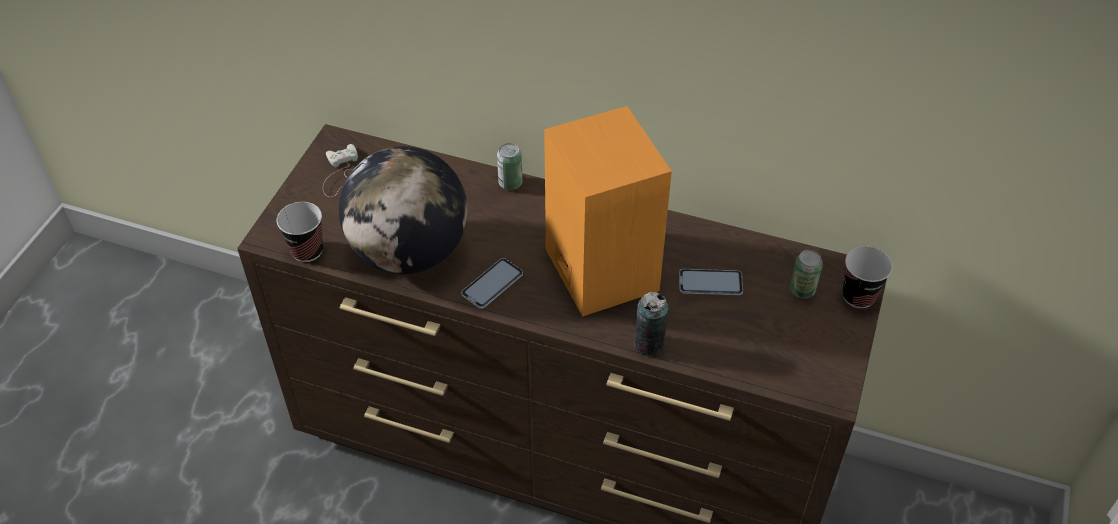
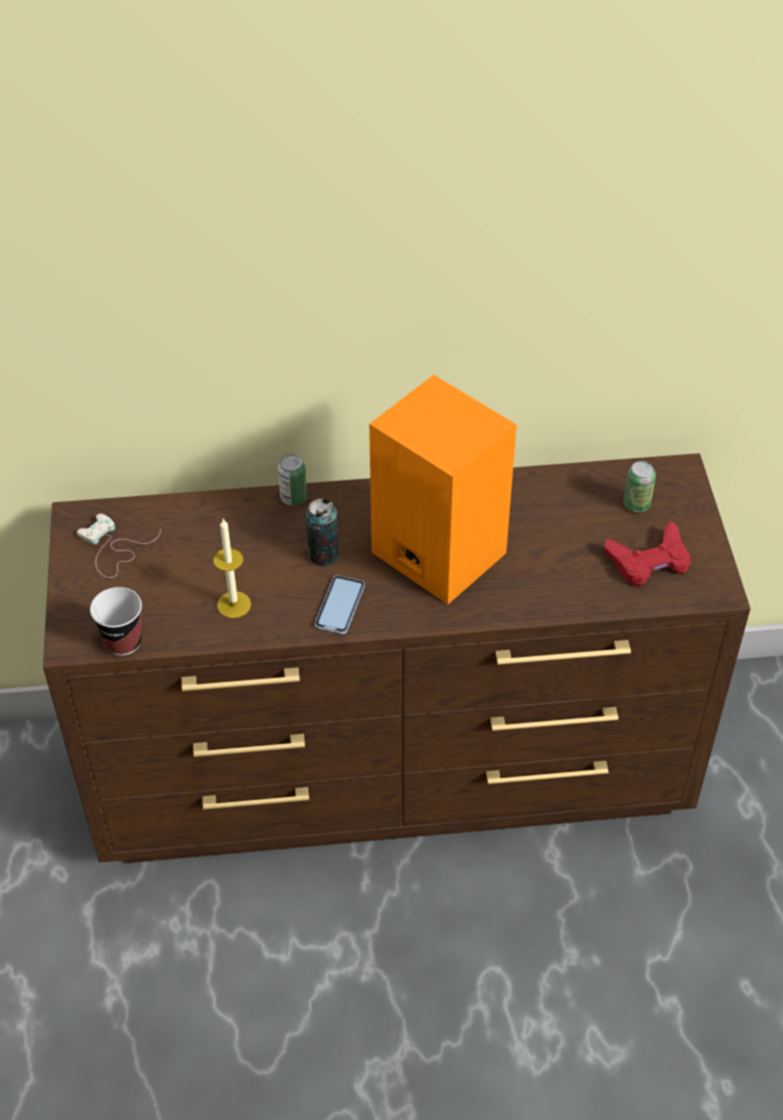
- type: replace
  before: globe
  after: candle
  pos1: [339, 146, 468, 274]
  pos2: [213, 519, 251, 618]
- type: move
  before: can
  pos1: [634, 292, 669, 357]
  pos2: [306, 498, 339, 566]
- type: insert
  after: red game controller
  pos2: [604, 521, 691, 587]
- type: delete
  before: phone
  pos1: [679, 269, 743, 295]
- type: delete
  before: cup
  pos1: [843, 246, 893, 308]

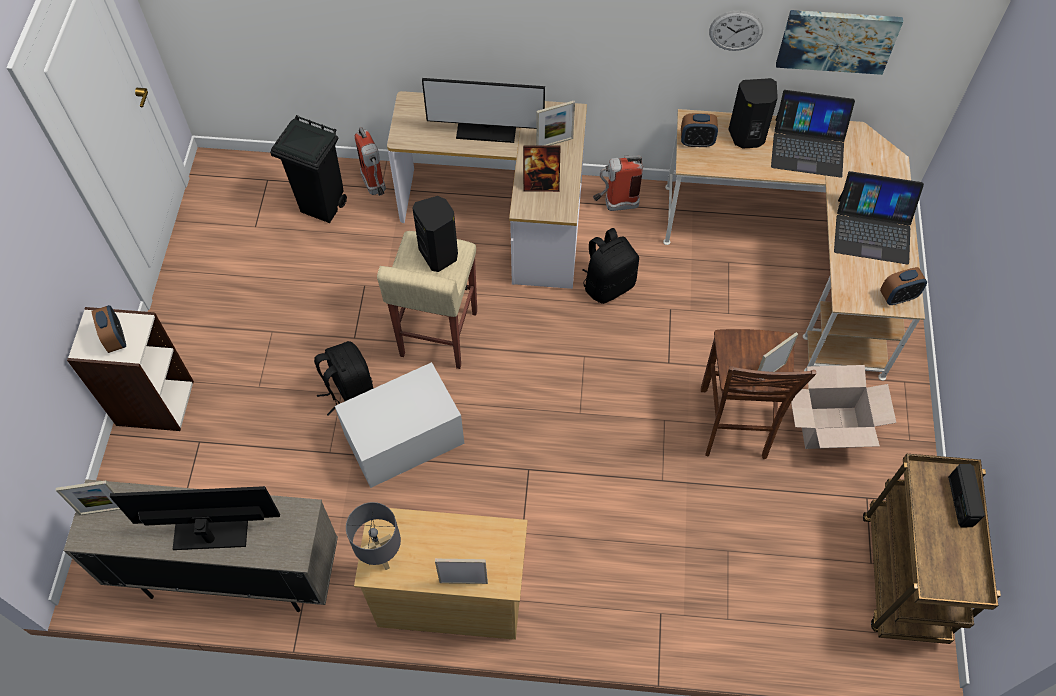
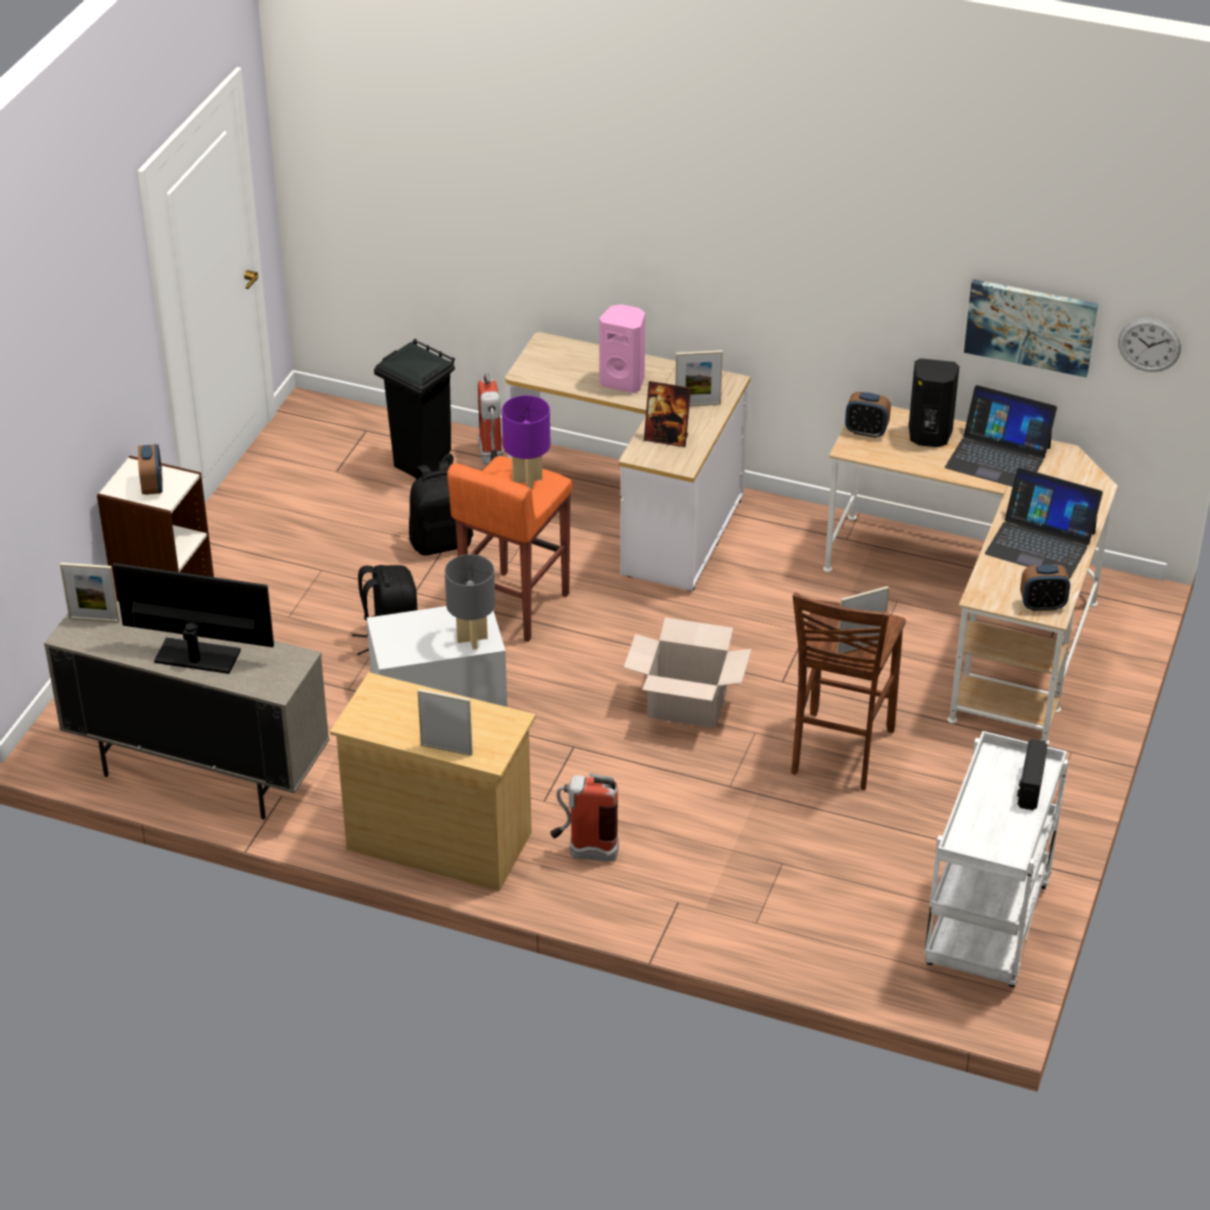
- type: move
  before: black backpack
  pos1: [582, 228, 639, 304]
  pos2: [409, 461, 473, 556]
- type: move
  before: grey table lamp
  pos1: [346, 502, 401, 570]
  pos2: [445, 554, 495, 649]
- type: recolor
  before: beige stool
  after: orange stool
  pos1: [377, 231, 477, 369]
  pos2: [447, 456, 573, 642]
- type: replace
  before: black speaker
  after: purple table lamp
  pos1: [413, 196, 458, 272]
  pos2: [502, 395, 550, 489]
- type: move
  before: fire extinguisher
  pos1: [593, 155, 643, 211]
  pos2: [550, 773, 619, 862]
- type: replace
  before: monitor
  after: pink speaker
  pos1: [422, 78, 545, 143]
  pos2: [599, 304, 645, 393]
- type: move
  before: cardboard box
  pos1: [791, 365, 896, 449]
  pos2: [624, 617, 752, 728]
- type: recolor
  before: brown cart
  after: white cart
  pos1: [863, 454, 1001, 644]
  pos2: [924, 731, 1068, 987]
- type: move
  before: wall clock
  pos1: [709, 11, 763, 51]
  pos2: [1118, 318, 1181, 372]

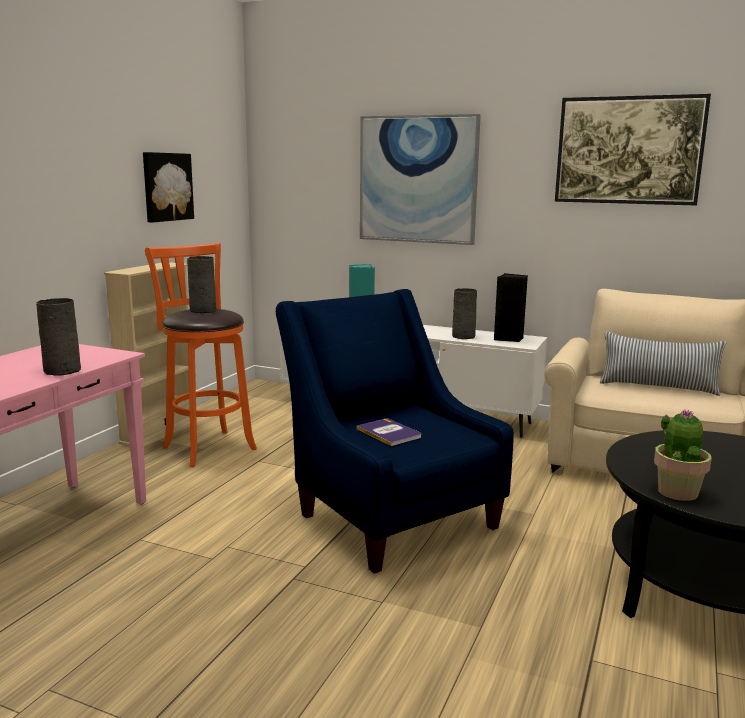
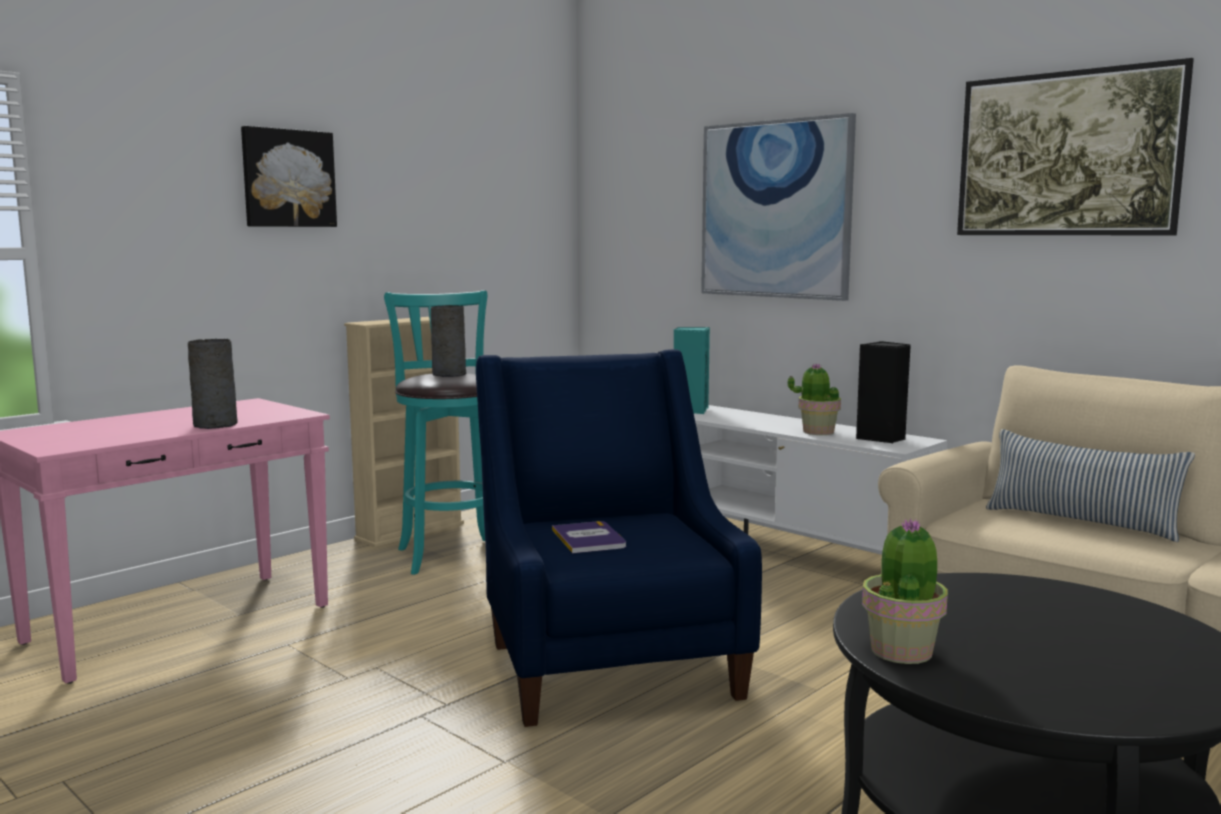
- type: move
  before: picture
  pos1: [143, 152, 194, 223]
  pos2: [241, 126, 337, 227]
- type: recolor
  before: orange stool
  after: turquoise stool
  pos1: [145, 243, 257, 467]
  pos2: [384, 290, 488, 575]
- type: replace
  before: grey vase
  after: potted plant
  pos1: [452, 288, 477, 339]
  pos2: [788, 364, 841, 435]

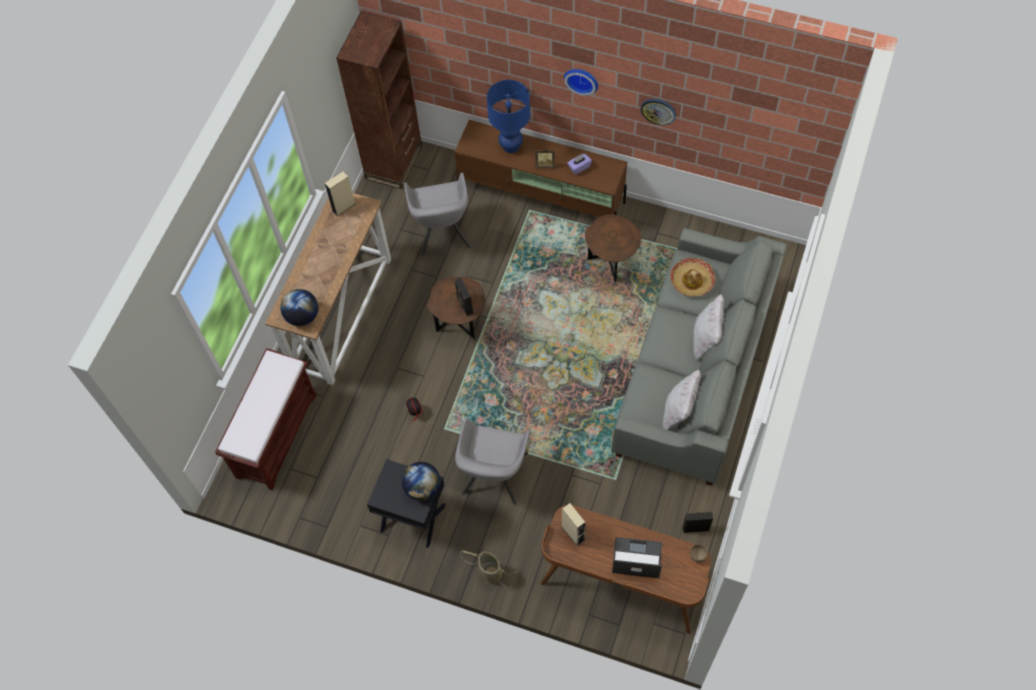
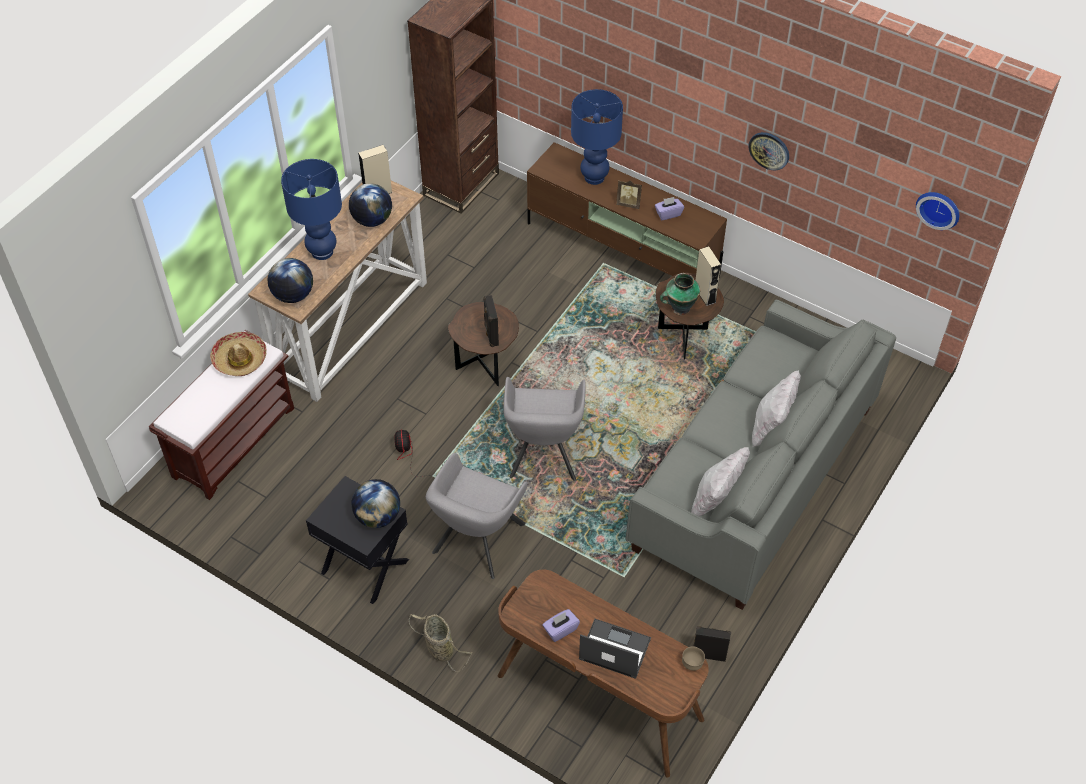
- type: move
  before: hat
  pos1: [670, 258, 715, 297]
  pos2: [210, 332, 266, 376]
- type: insert
  after: blue table lamp
  pos2: [281, 159, 342, 260]
- type: insert
  after: globe
  pos2: [349, 183, 392, 227]
- type: move
  before: grey armchair
  pos1: [404, 173, 471, 257]
  pos2: [503, 377, 586, 481]
- type: insert
  after: purple tissue box
  pos2: [542, 609, 580, 642]
- type: insert
  after: vase
  pos2: [660, 273, 700, 315]
- type: move
  before: beige speaker
  pos1: [561, 503, 586, 546]
  pos2: [695, 246, 721, 306]
- type: move
  before: wall clock
  pos1: [564, 69, 598, 96]
  pos2: [916, 192, 959, 230]

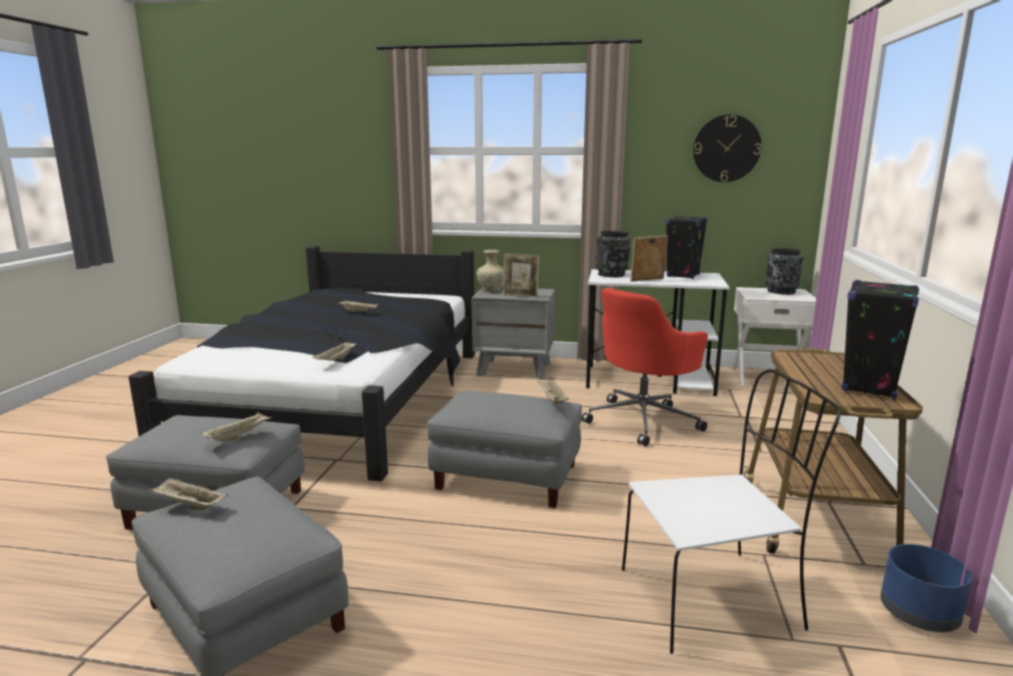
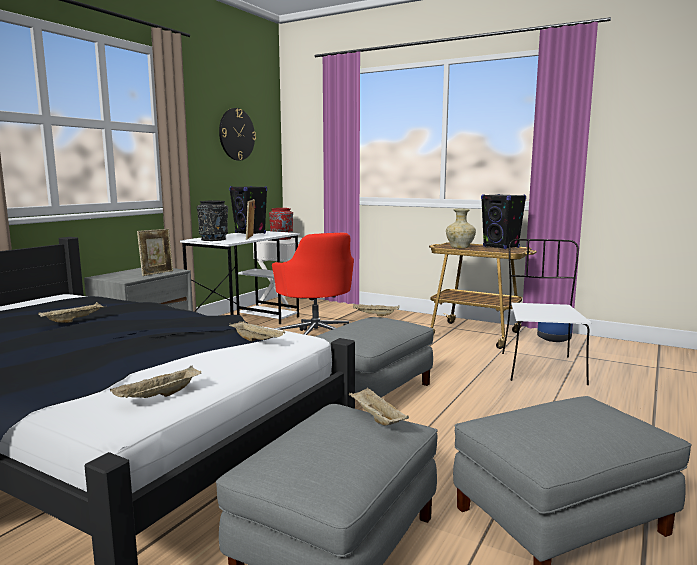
- type: move
  before: beige tray
  pos1: [150, 477, 228, 510]
  pos2: [110, 365, 201, 398]
- type: recolor
  before: black vase
  after: red vase
  pos1: [765, 248, 804, 295]
  pos2: [269, 208, 293, 240]
- type: move
  before: beige vase
  pos1: [476, 250, 504, 292]
  pos2: [446, 209, 476, 249]

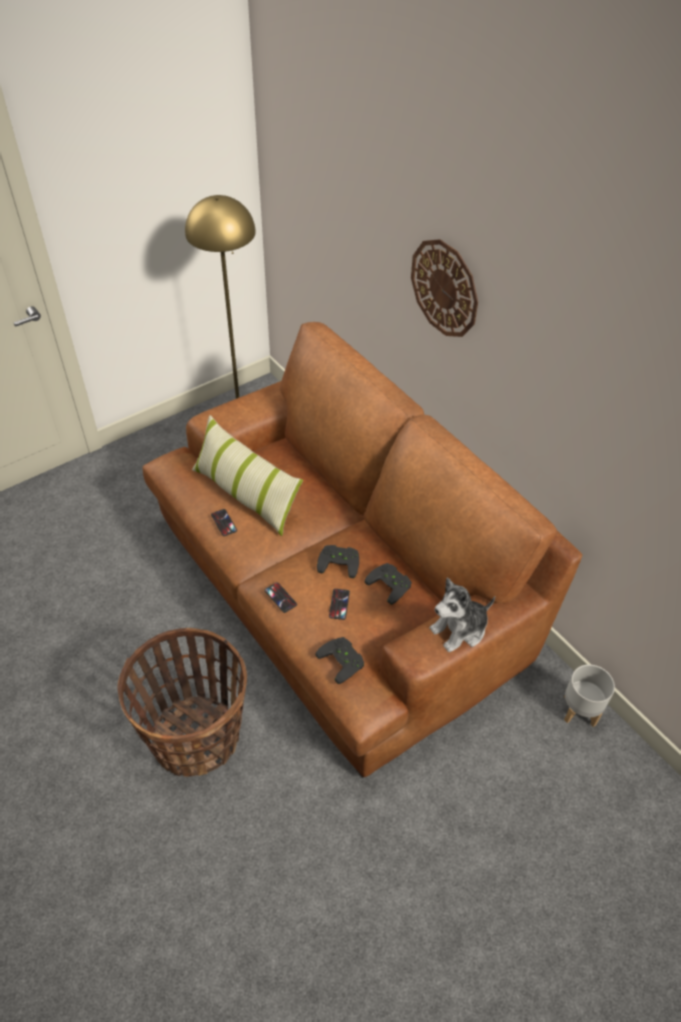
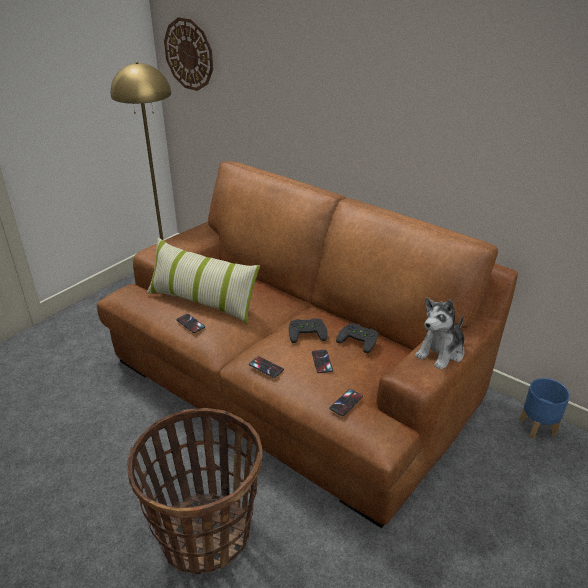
- type: move
  before: wall clock
  pos1: [411, 239, 478, 337]
  pos2: [164, 17, 213, 91]
- type: replace
  before: black game controller
  after: phone
  pos1: [315, 637, 364, 684]
  pos2: [329, 389, 363, 416]
- type: recolor
  before: grey planter
  after: blue planter
  pos1: [564, 664, 615, 727]
  pos2: [520, 378, 570, 439]

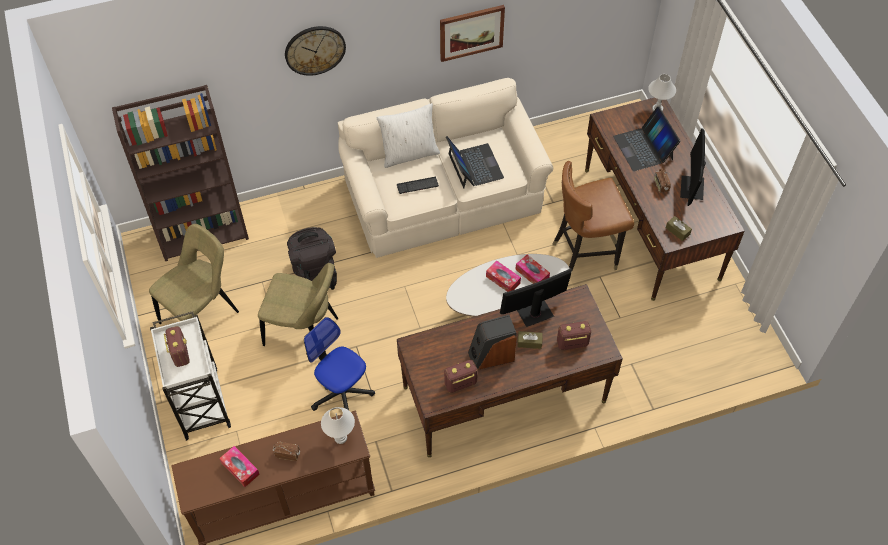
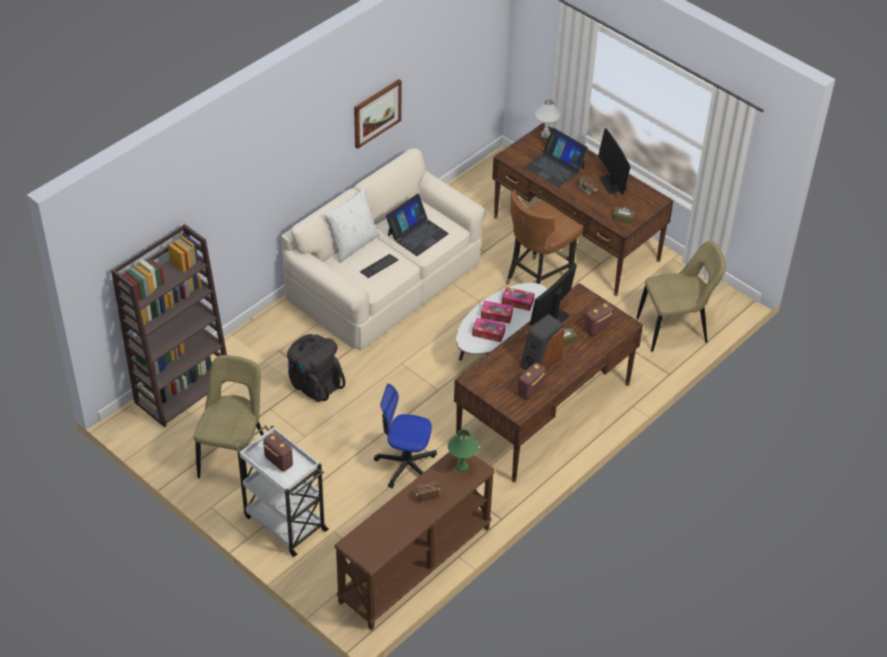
- type: rotate
  before: laptop
  pos1: [446, 136, 504, 189]
  pos2: [386, 193, 449, 256]
  turn: 90
- type: recolor
  before: white table lamp
  after: green table lamp
  pos1: [321, 407, 355, 444]
  pos2: [448, 430, 479, 472]
- type: move
  before: tissue box
  pos1: [219, 446, 260, 487]
  pos2: [472, 318, 506, 342]
- type: move
  before: beige chair
  pos1: [258, 263, 338, 346]
  pos2: [636, 241, 726, 352]
- type: delete
  before: wall clock
  pos1: [285, 26, 346, 76]

